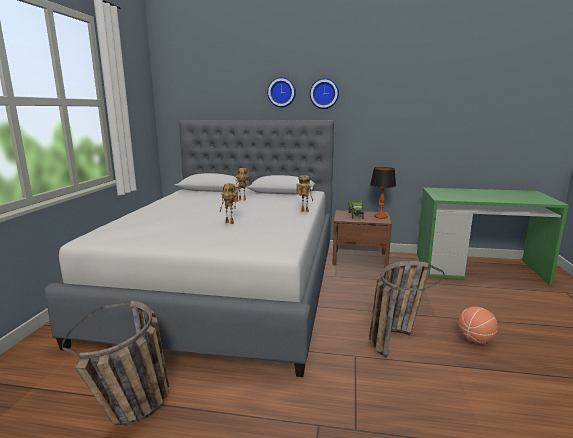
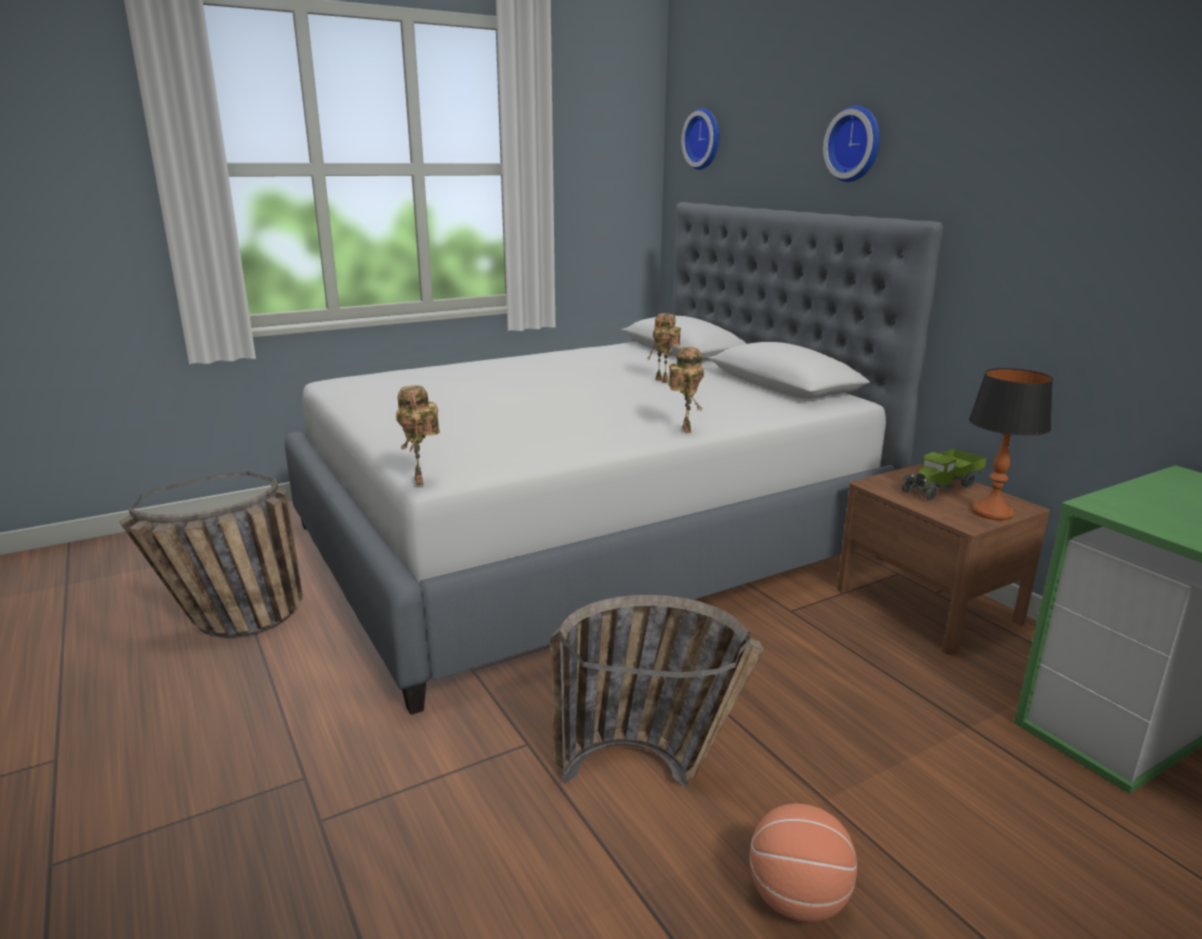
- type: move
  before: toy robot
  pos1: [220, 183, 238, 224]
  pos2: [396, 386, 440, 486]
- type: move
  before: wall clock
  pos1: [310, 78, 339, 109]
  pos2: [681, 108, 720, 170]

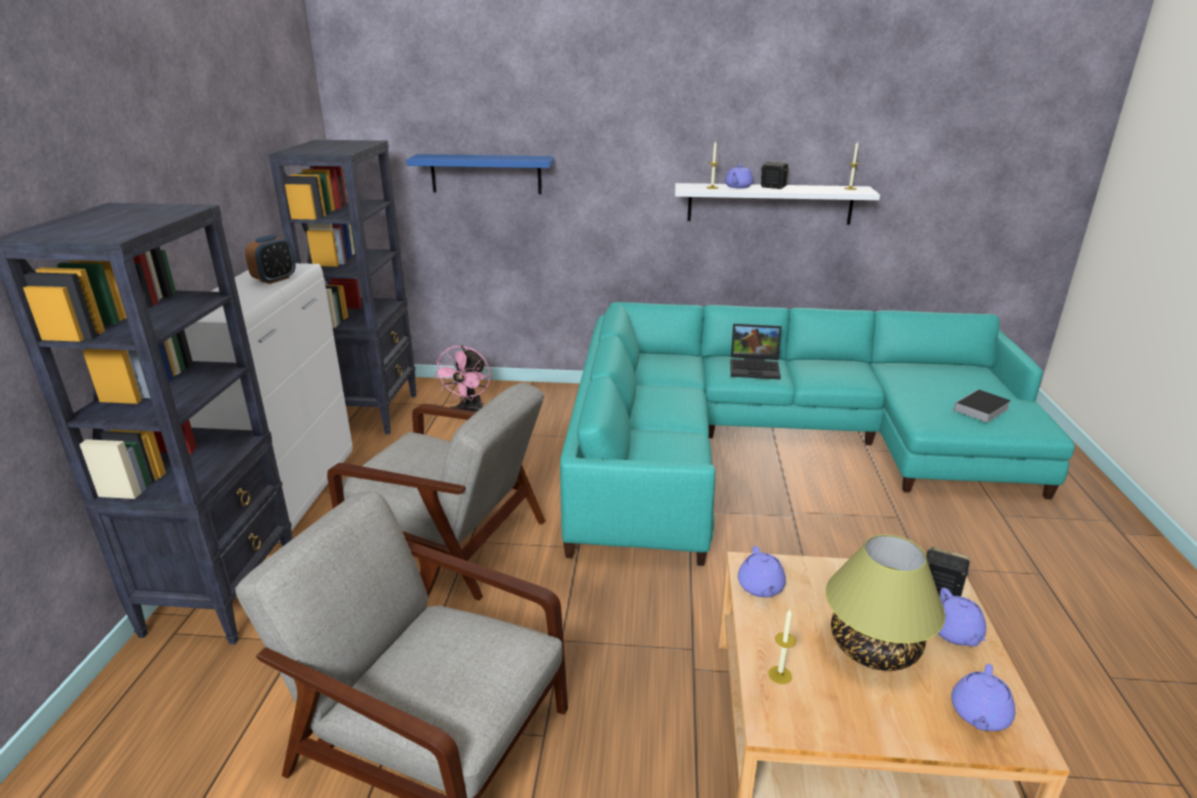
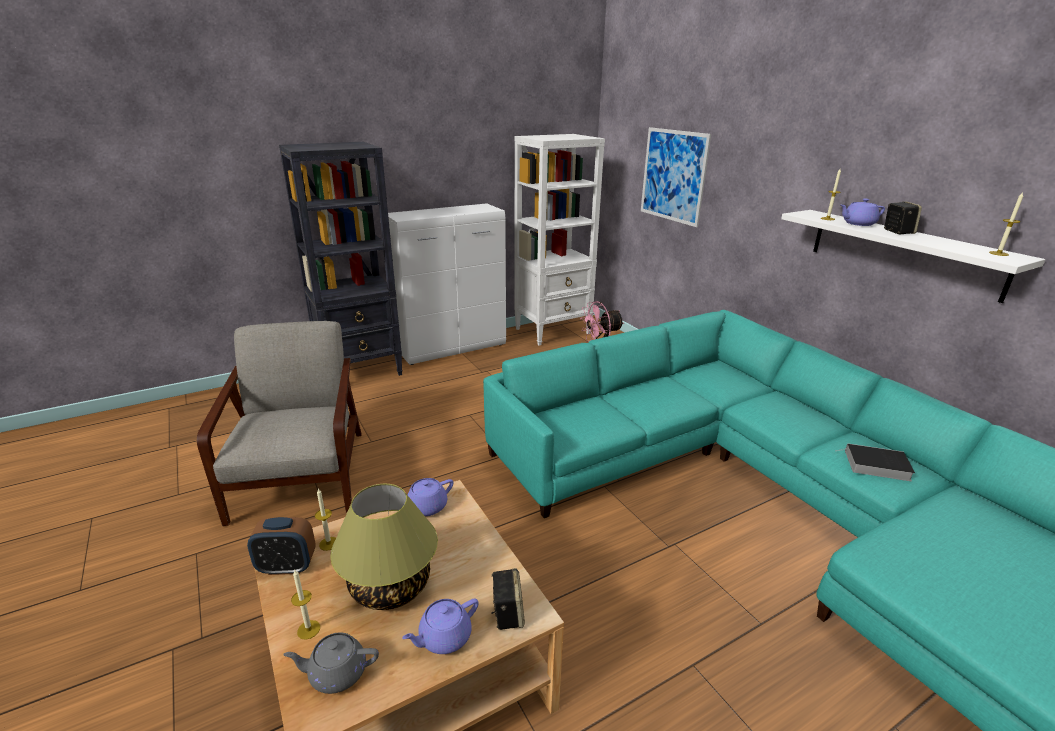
- type: move
  before: alarm clock
  pos1: [245, 235, 296, 284]
  pos2: [247, 517, 316, 575]
- type: recolor
  before: purple teapot
  after: grey teapot
  pos1: [951, 664, 1015, 731]
  pos2: [283, 632, 379, 694]
- type: insert
  after: candle
  pos2: [291, 570, 320, 639]
- type: recolor
  before: black bookcase
  after: white bookcase
  pos1: [268, 140, 417, 435]
  pos2: [514, 134, 605, 346]
- type: replace
  before: blue shelf
  after: picture
  pos1: [406, 154, 554, 194]
  pos2: [641, 127, 711, 227]
- type: move
  before: book
  pos1: [951, 389, 1011, 422]
  pos2: [835, 443, 915, 481]
- type: delete
  before: grey armchair
  pos1: [327, 383, 545, 601]
- type: delete
  before: laptop
  pos1: [730, 324, 782, 379]

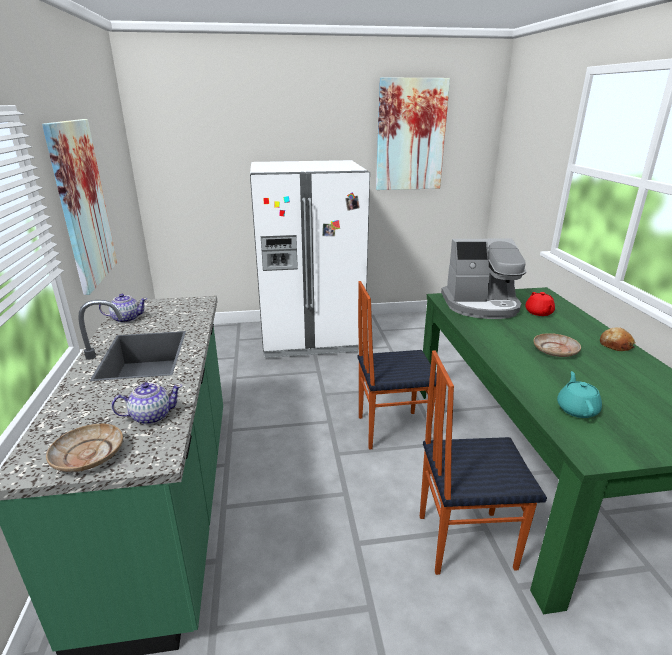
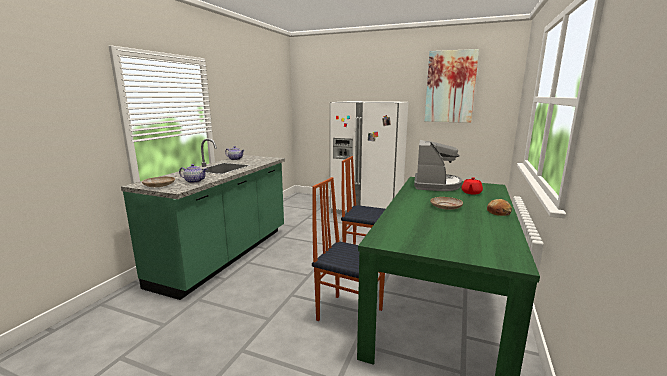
- type: rotate
  before: coffee machine
  pos1: [441, 239, 526, 319]
  pos2: [414, 140, 463, 191]
  turn: -105
- type: delete
  before: picture
  pos1: [42, 119, 117, 295]
- type: delete
  before: turquoise teapot
  pos1: [557, 371, 602, 418]

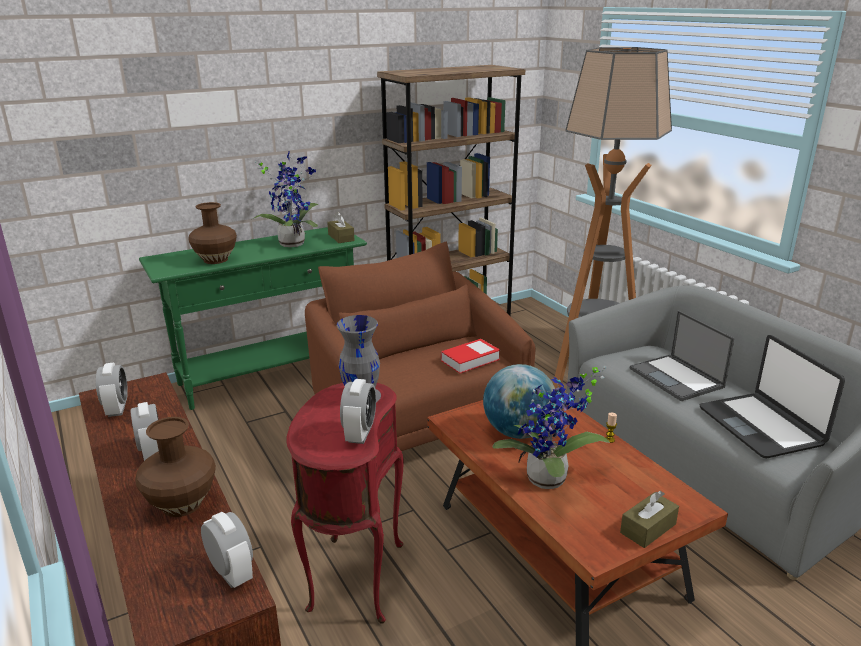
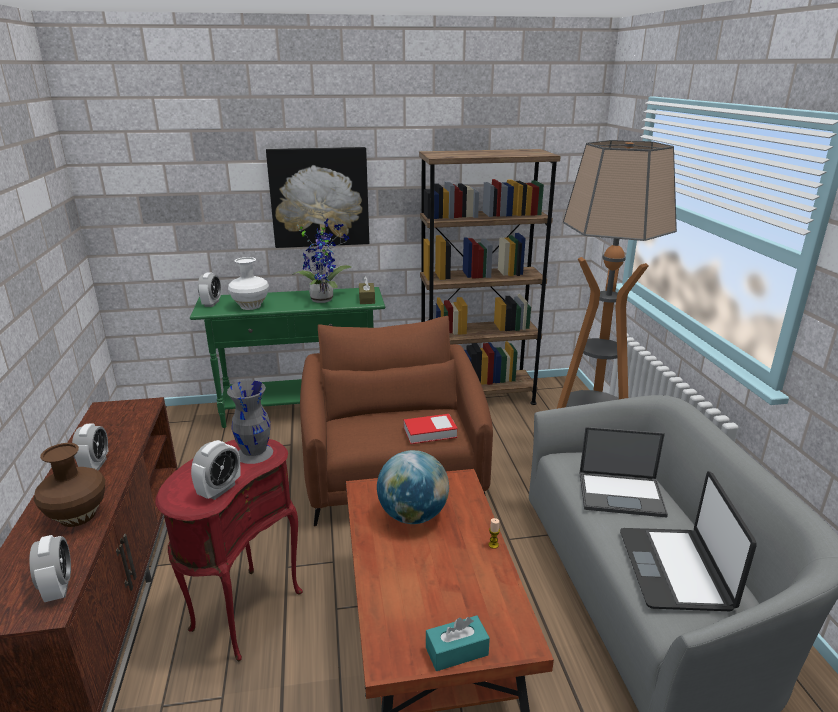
- type: move
  before: alarm clock
  pos1: [96, 363, 128, 417]
  pos2: [198, 272, 221, 307]
- type: recolor
  before: brown vase
  after: white vase
  pos1: [188, 202, 237, 264]
  pos2: [228, 257, 269, 310]
- type: insert
  after: picture
  pos2: [266, 147, 369, 248]
- type: recolor
  before: brown tissue box
  after: turquoise tissue box
  pos1: [620, 491, 679, 548]
  pos2: [426, 616, 490, 671]
- type: rotate
  before: laptop
  pos1: [630, 311, 735, 401]
  pos2: [579, 427, 668, 518]
  turn: -75
- type: delete
  before: potted plant
  pos1: [493, 366, 610, 489]

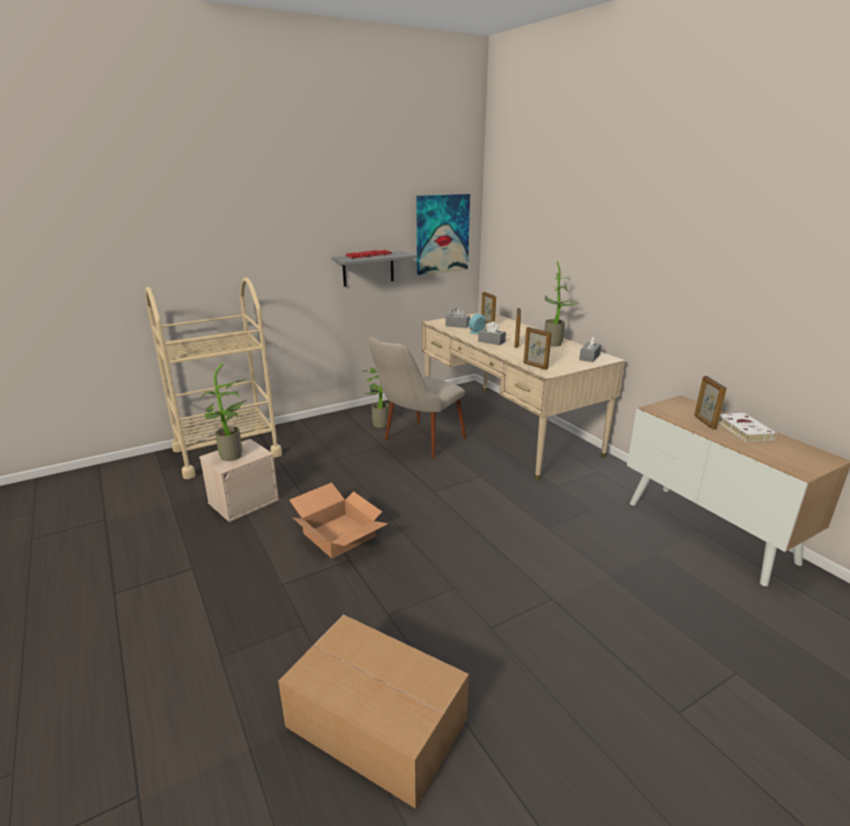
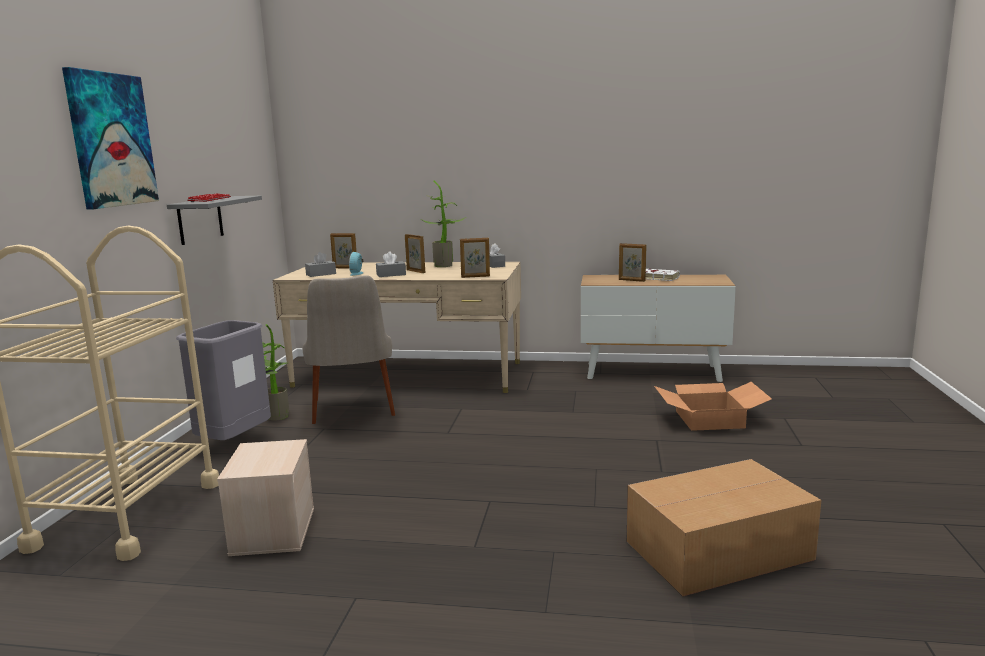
- type: move
  before: picture
  pos1: [416, 194, 470, 275]
  pos2: [62, 67, 159, 210]
- type: insert
  after: grey trash can
  pos2: [176, 320, 271, 440]
- type: move
  before: cardboard box
  pos1: [289, 482, 389, 559]
  pos2: [654, 382, 772, 431]
- type: delete
  before: potted plant
  pos1: [201, 363, 247, 461]

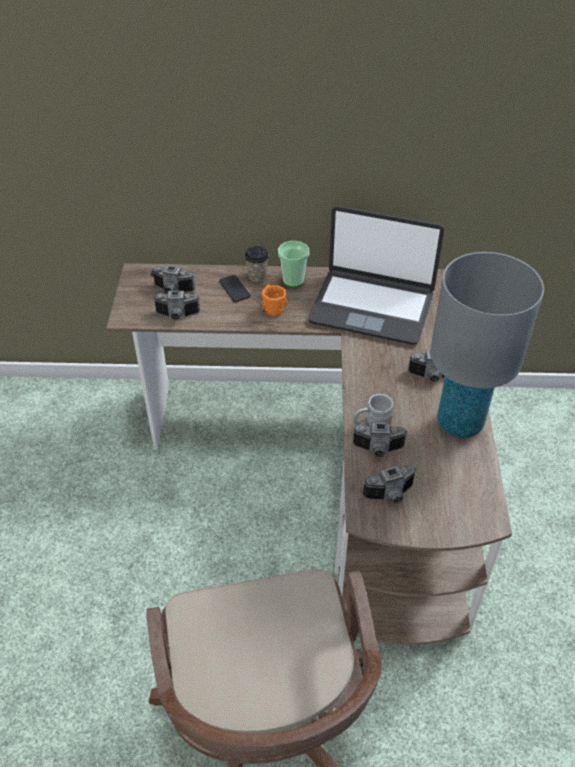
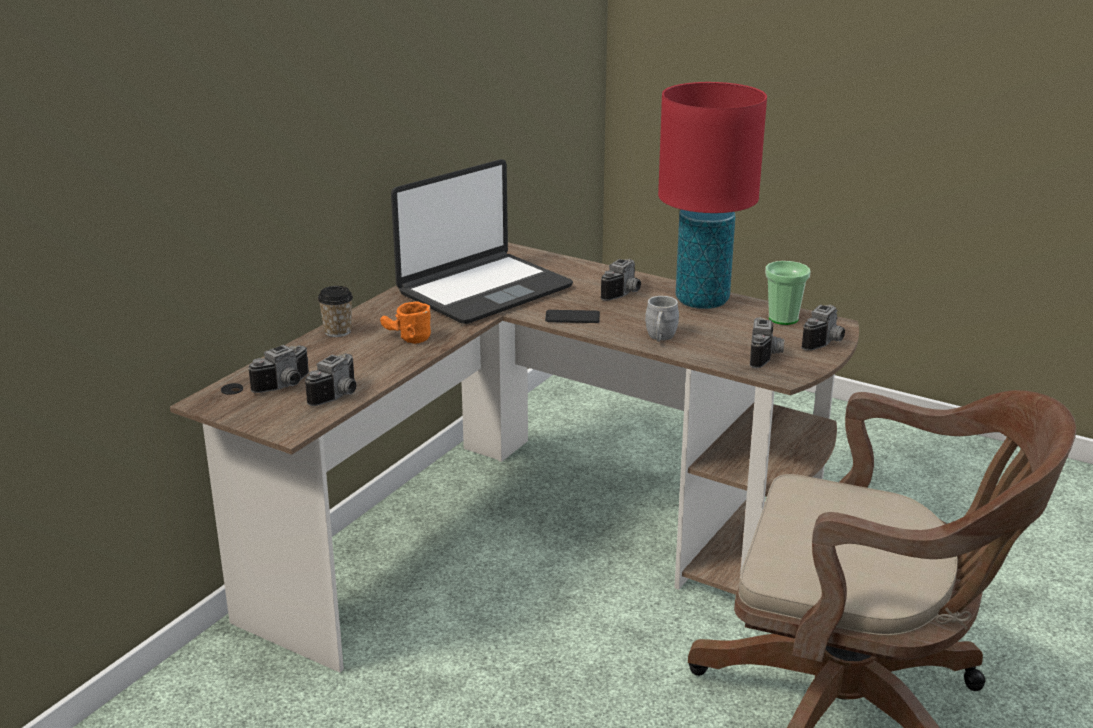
- type: move
  before: phone
  pos1: [219, 275, 251, 302]
  pos2: [545, 310, 600, 323]
- type: recolor
  before: grey table lamp
  after: red table lamp
  pos1: [430, 252, 544, 438]
  pos2: [658, 82, 767, 309]
- type: move
  before: cup
  pos1: [278, 241, 310, 287]
  pos2: [765, 261, 811, 325]
- type: move
  before: photo camera
  pos1: [353, 422, 408, 457]
  pos2: [801, 304, 845, 351]

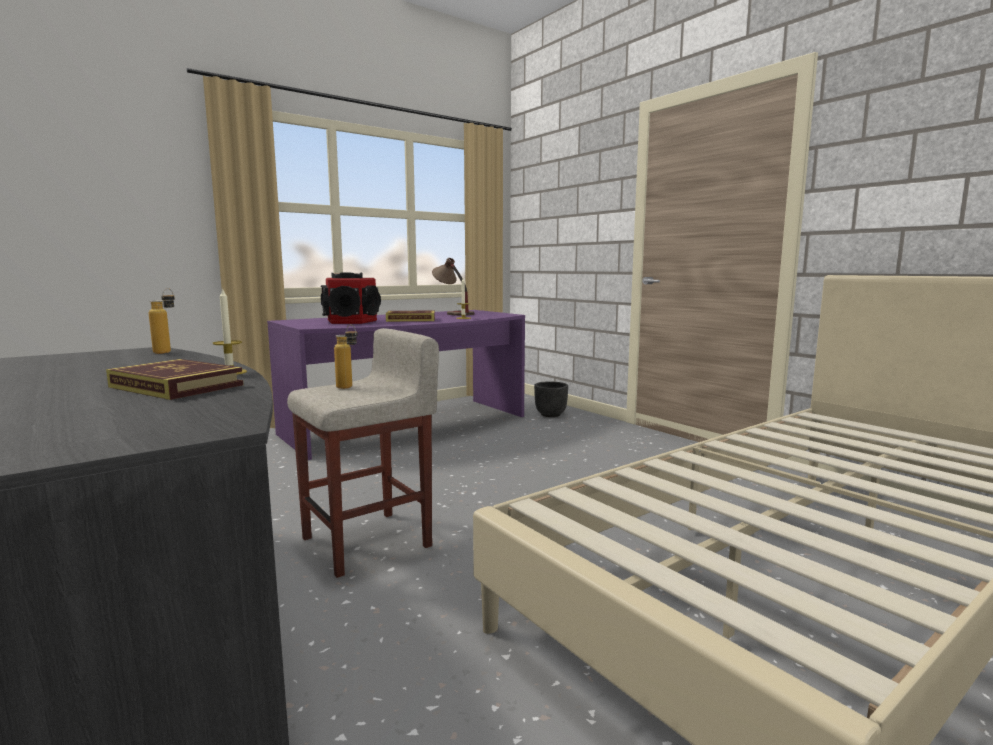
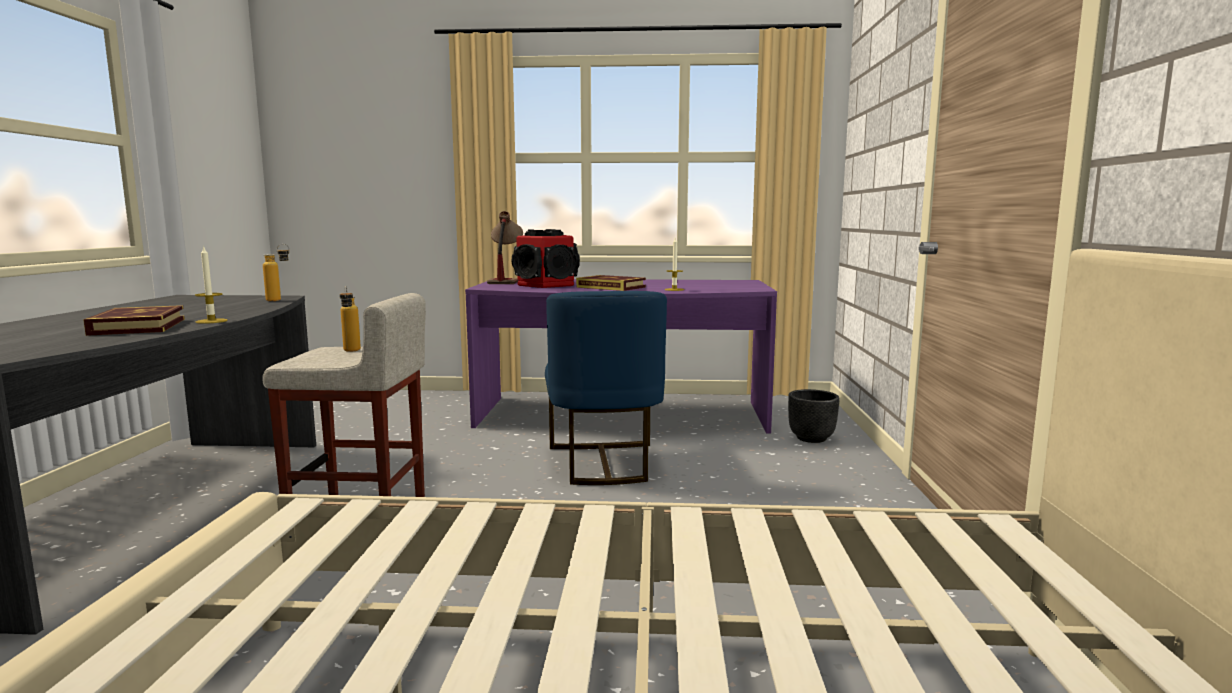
- type: move
  before: table lamp
  pos1: [432, 258, 475, 316]
  pos2: [487, 211, 523, 284]
- type: insert
  after: blue chair
  pos2: [545, 291, 667, 485]

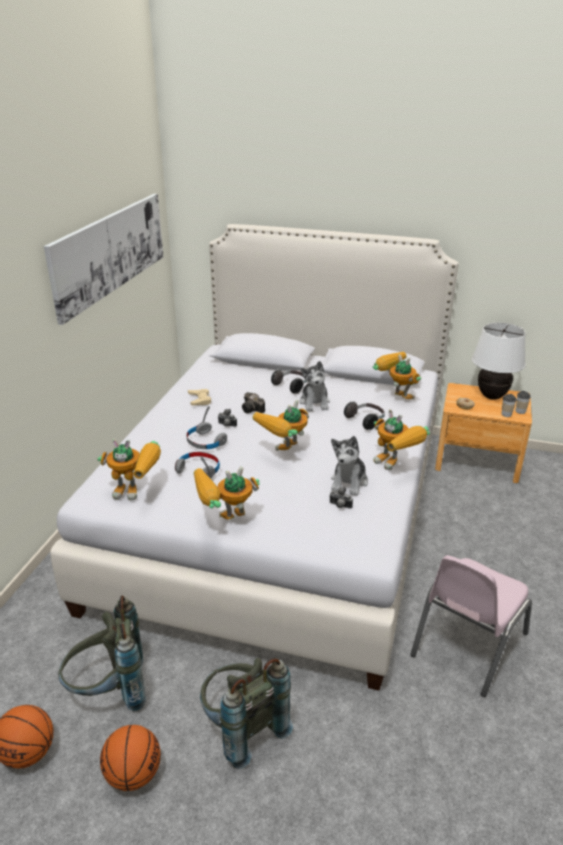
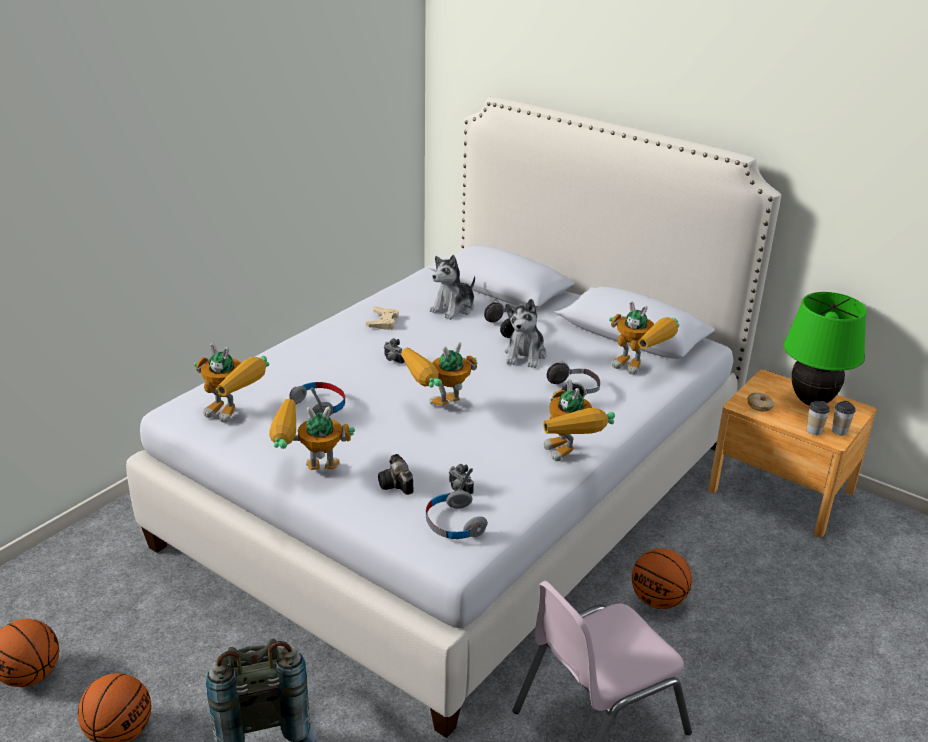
- type: move
  before: photo camera
  pos1: [242, 392, 265, 413]
  pos2: [378, 454, 414, 495]
- type: move
  before: grey headphones
  pos1: [186, 406, 227, 449]
  pos2: [426, 468, 488, 539]
- type: move
  before: plush toy
  pos1: [331, 436, 368, 496]
  pos2: [430, 255, 475, 320]
- type: rotate
  before: toy robot
  pos1: [373, 352, 421, 400]
  pos2: [609, 301, 679, 375]
  turn: 150
- type: insert
  after: basketball
  pos2: [632, 548, 692, 609]
- type: recolor
  before: white table lamp
  after: green table lamp
  pos1: [472, 322, 526, 400]
  pos2: [784, 292, 867, 406]
- type: delete
  before: picture
  pos1: [44, 194, 163, 325]
- type: delete
  before: grey backpack
  pos1: [58, 596, 146, 711]

